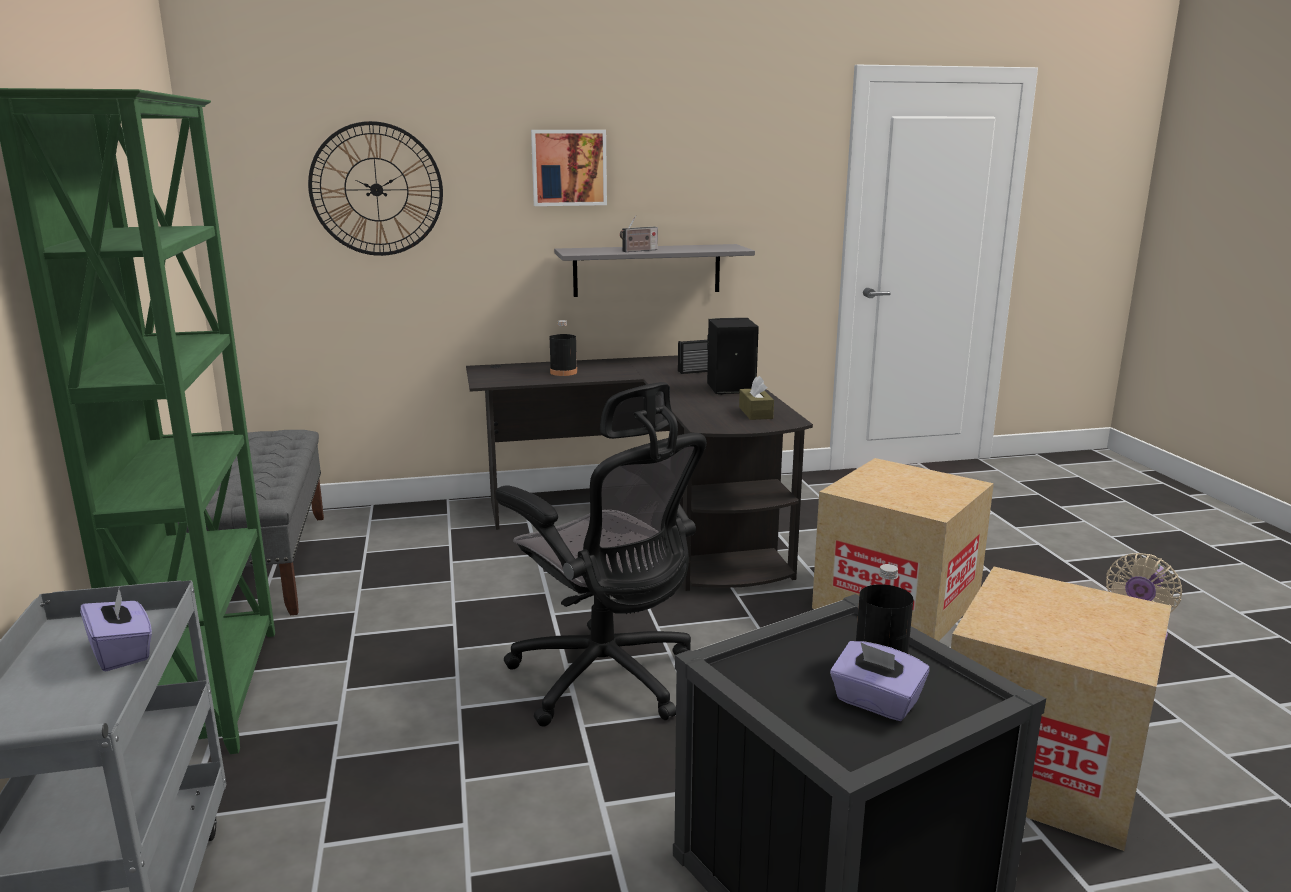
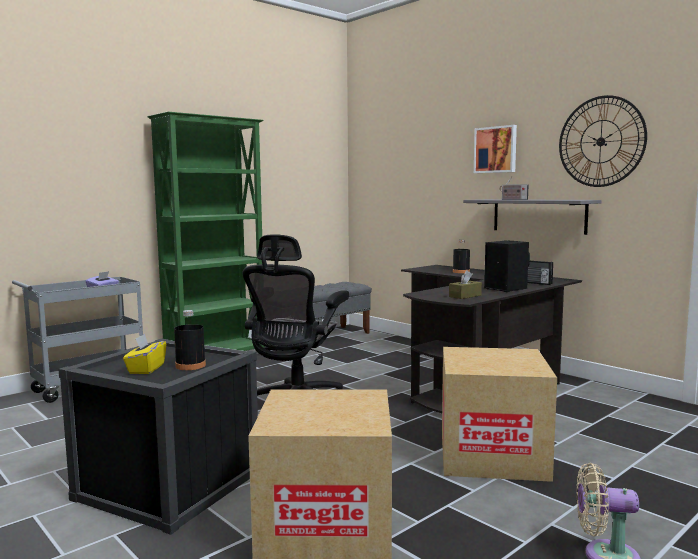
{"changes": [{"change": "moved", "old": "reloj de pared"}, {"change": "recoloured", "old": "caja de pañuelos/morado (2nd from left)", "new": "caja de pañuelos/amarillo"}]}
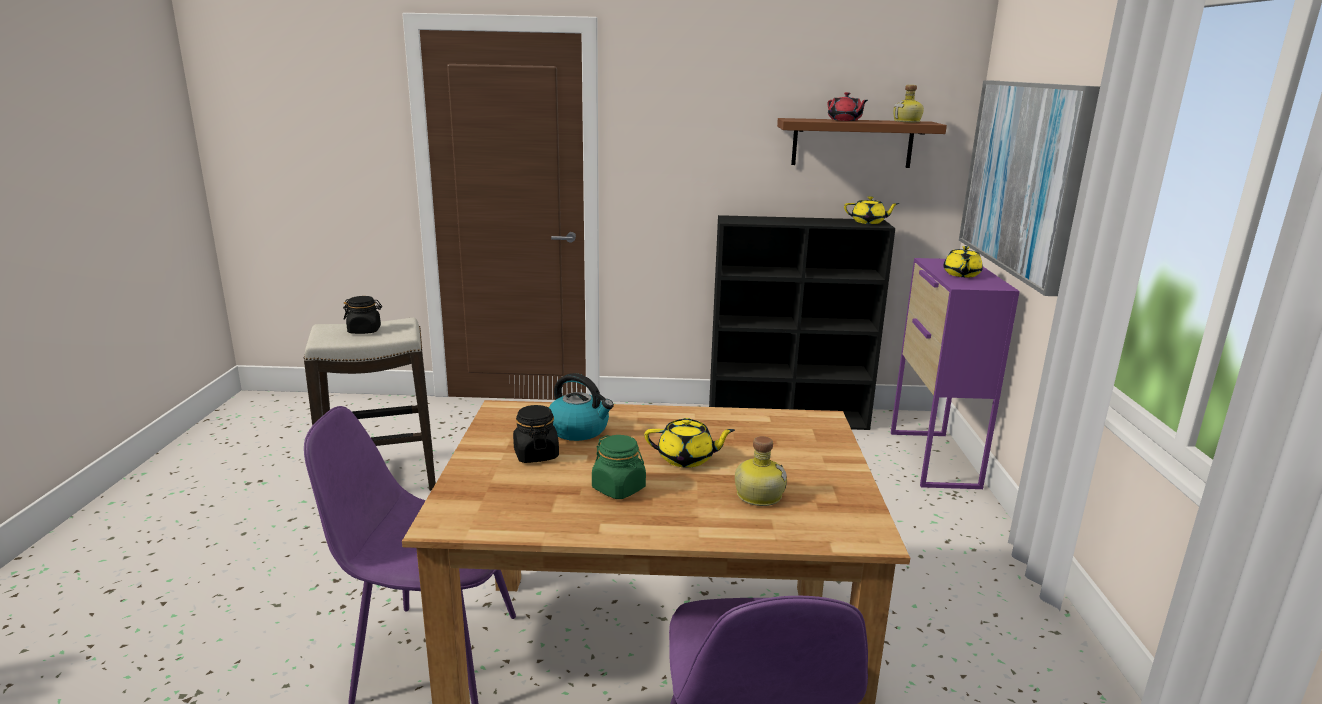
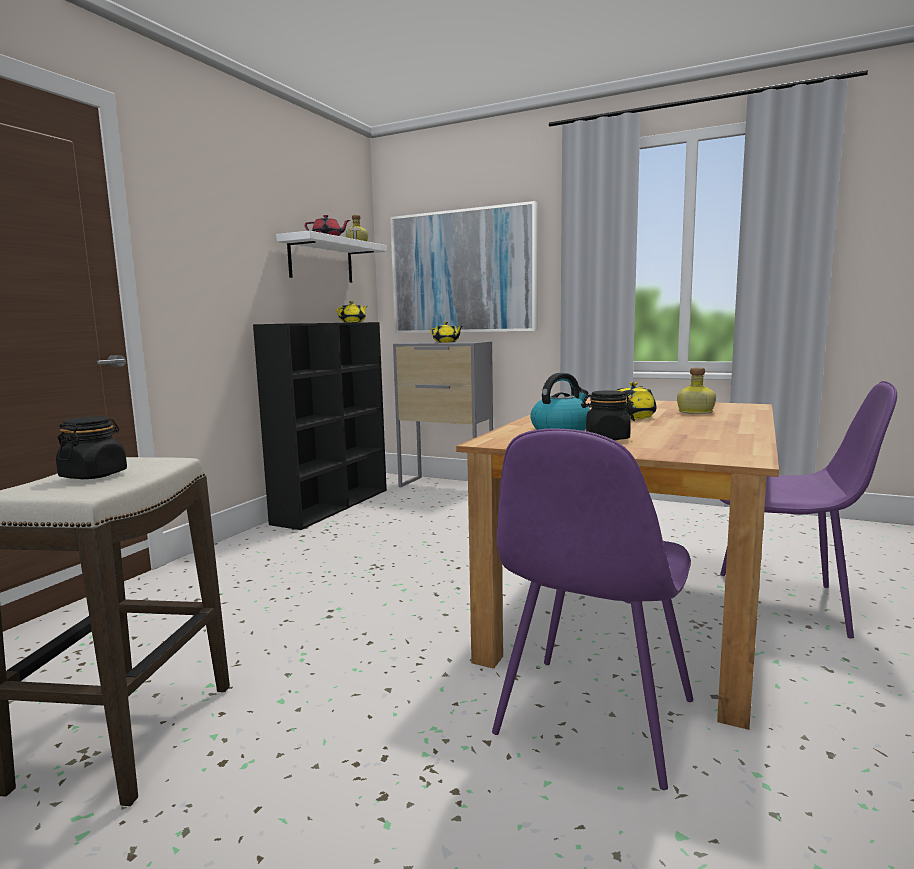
{"changes": [{"change": "removed", "old": "tarro/verde"}, {"change": "recoloured", "old": "estante/marrón", "new": "estante/blanco"}, {"change": "recoloured", "old": "armario/morado", "new": "armario/gris"}]}
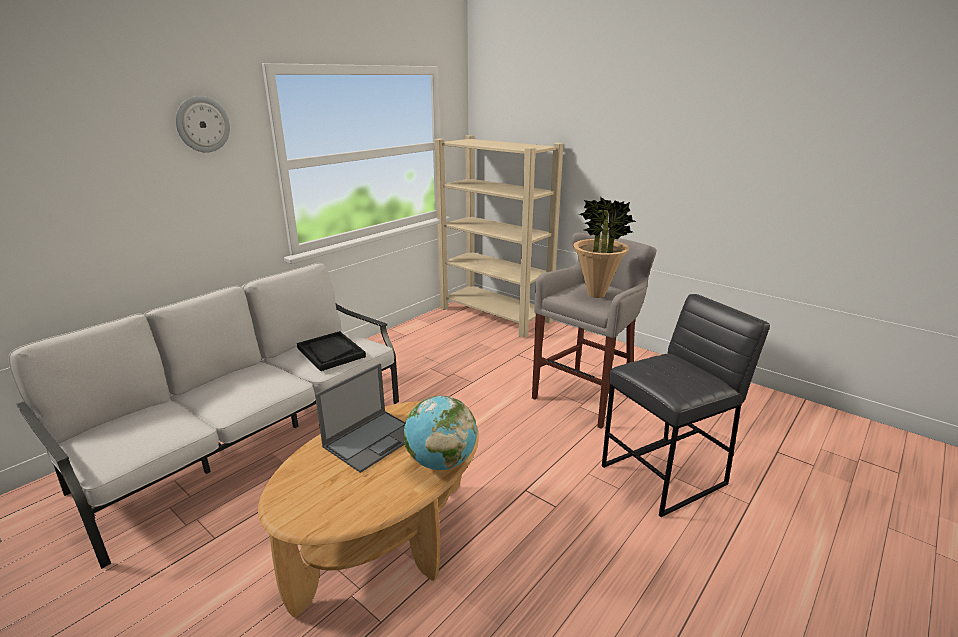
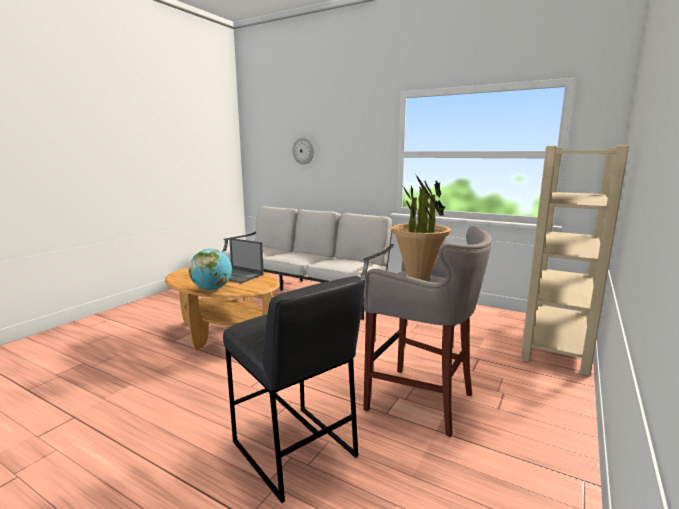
{"changes": [{"change": "removed", "old": "bandeja/negro"}, {"change": "moved", "old": "reloj de pared"}]}
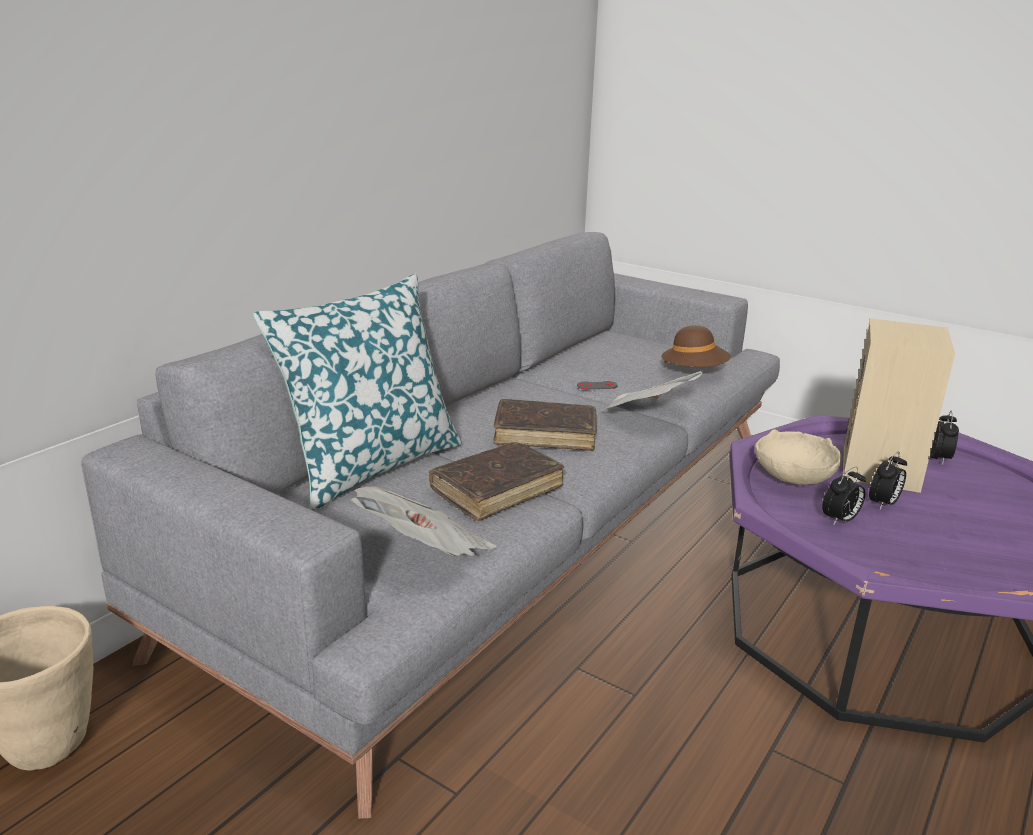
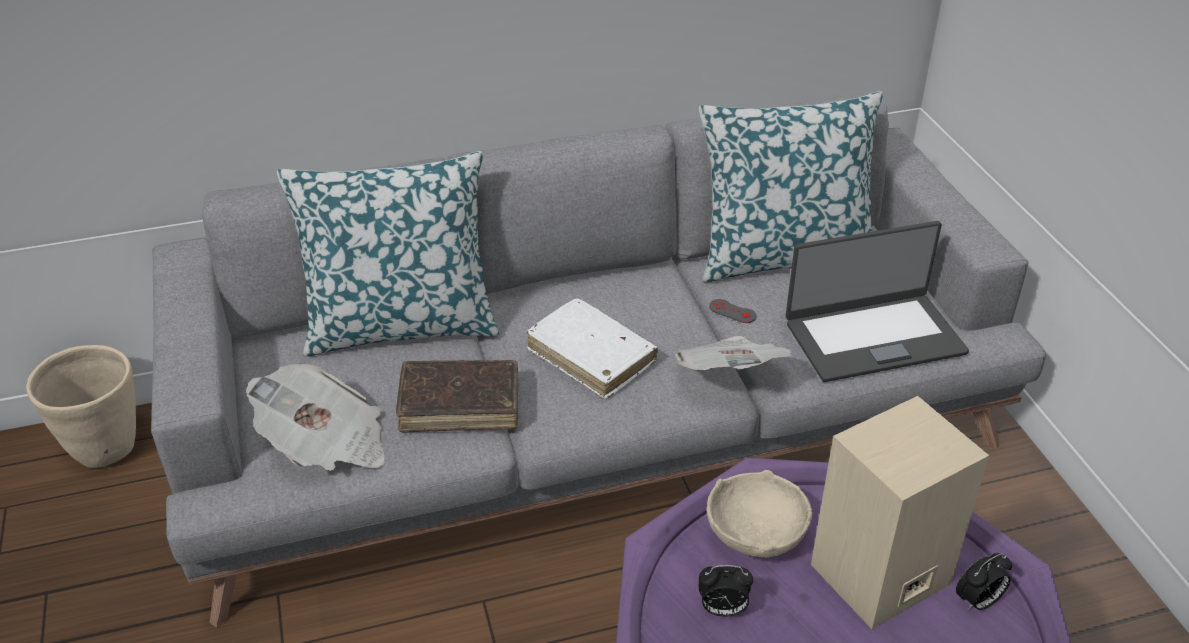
{"changes": [{"change": "removed", "old": "despertador (2nd from left)"}, {"change": "added", "new": "cojín (2nd from left)"}, {"change": "replaced", "old": "sombrero/marrón", "new": "portátil"}, {"change": "recoloured", "old": "libro/marrón (2nd from left)", "new": "libro/blanco"}]}
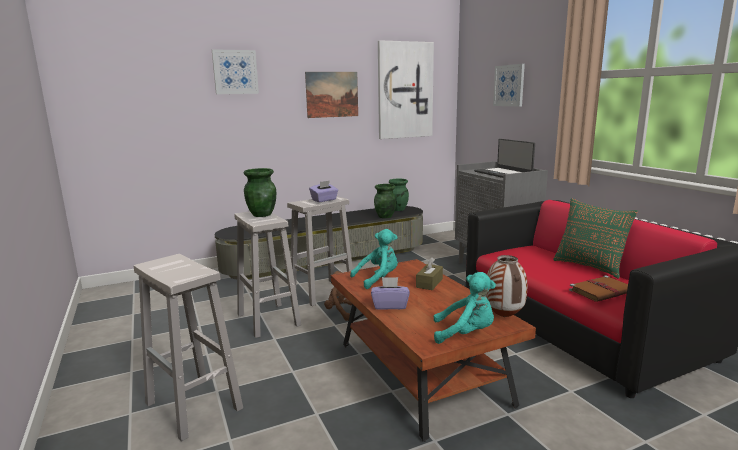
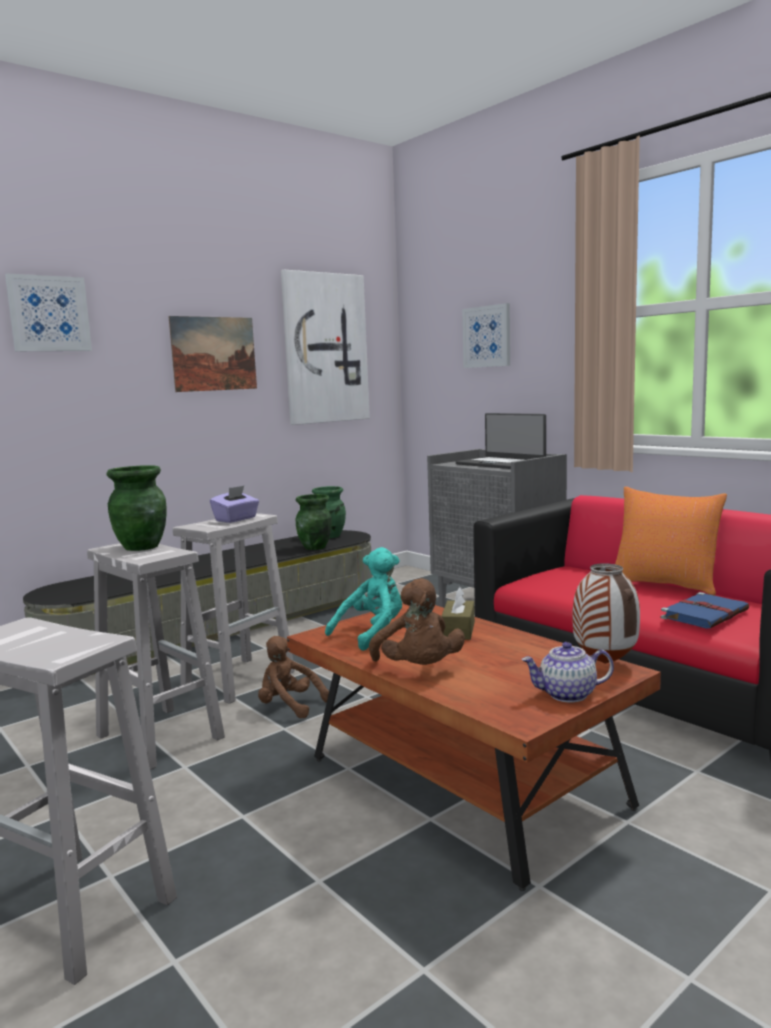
{"changes": [{"change": "replaced", "old": "caja de pañuelos/morado (2nd from left)", "new": "peluche/marrón (2nd from left)"}, {"change": "replaced", "old": "peluche/turquesa (2nd from left)", "new": "tetera"}, {"change": "recoloured", "old": "cojín/verde", "new": "cojín/naranja"}, {"change": "recoloured", "old": "libro/marrón", "new": "libro/azul"}]}
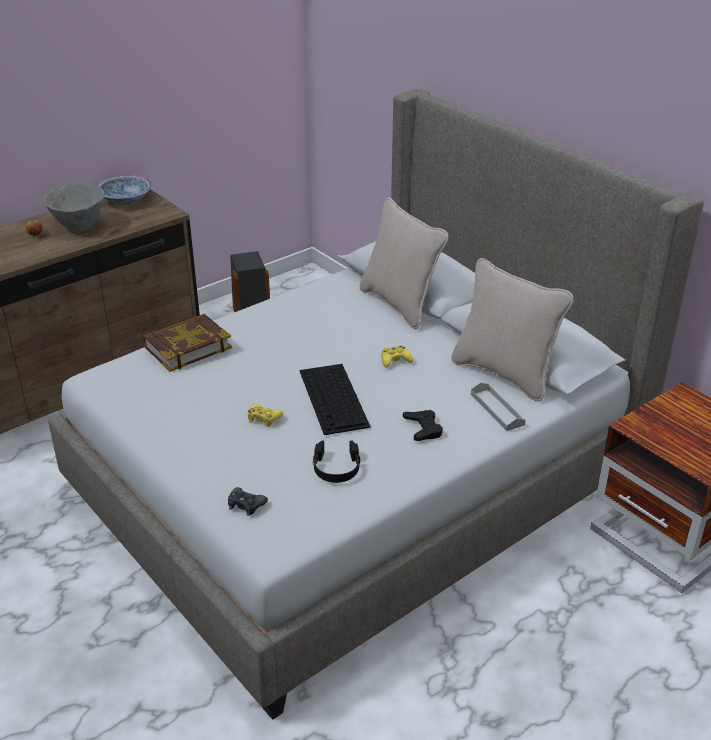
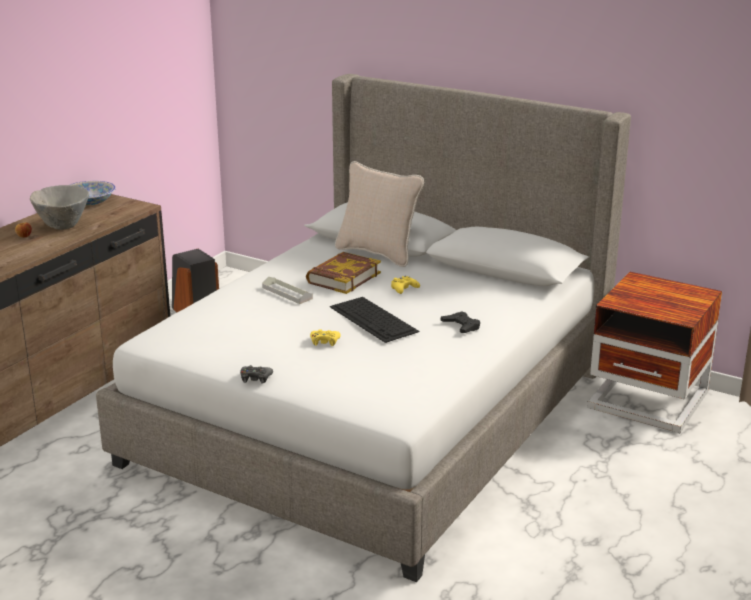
{"changes": [{"change": "removed", "old": "auriculares/negro"}, {"change": "removed", "old": "cojín/beis (2nd from left)"}, {"change": "moved", "old": "libro"}, {"change": "moved", "old": "mando de consola/negro (1st from left)"}, {"change": "moved", "old": "bandeja/gris"}]}
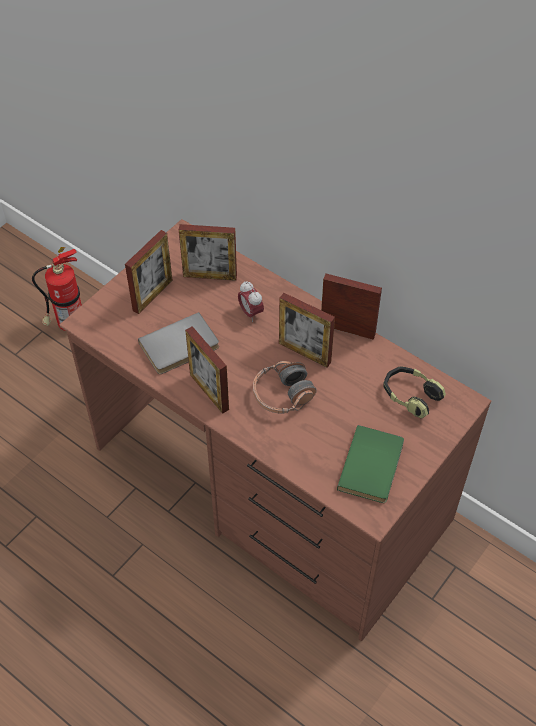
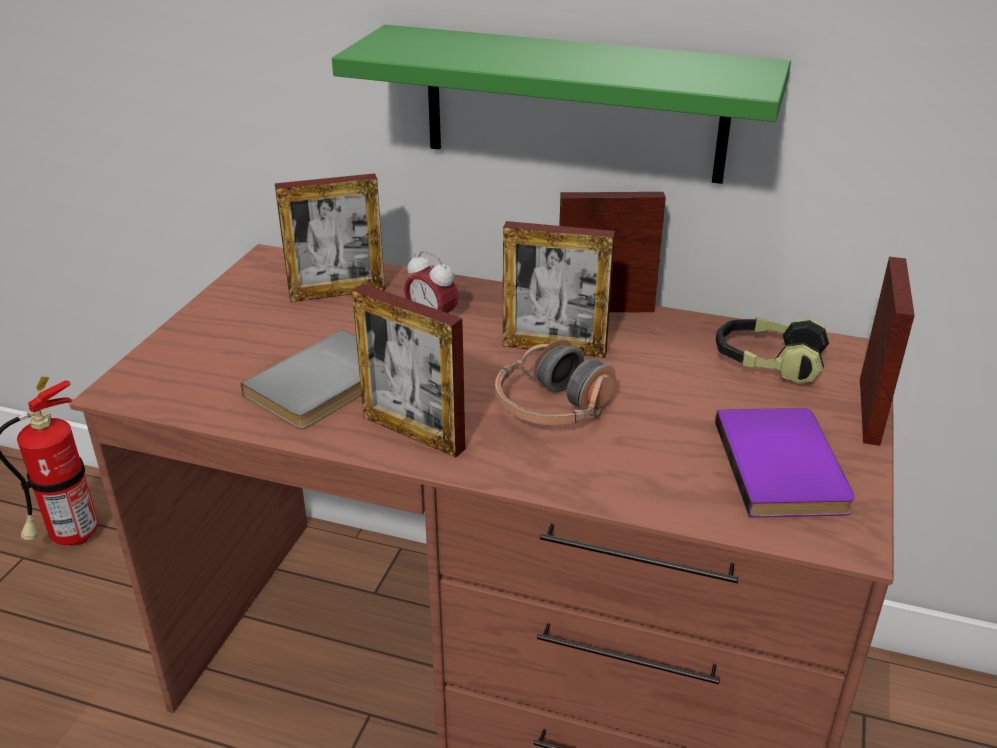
{"changes": [{"change": "added", "new": "estante/verde"}, {"change": "moved", "old": "portarretratos (1st from left in the first image)", "new": "portarretratos (5th from left)"}, {"change": "recoloured", "old": "libro/verde", "new": "libro/morado"}]}
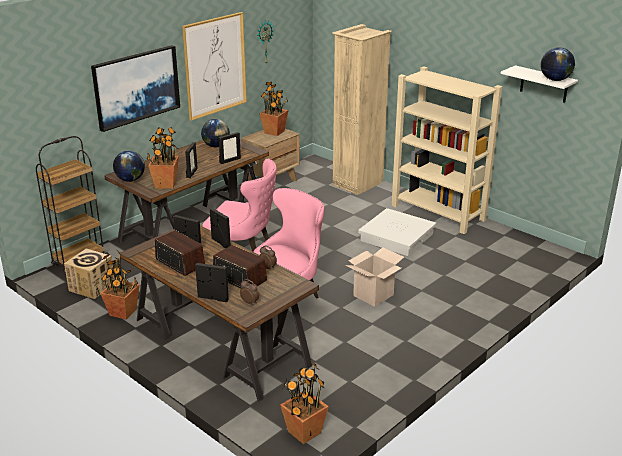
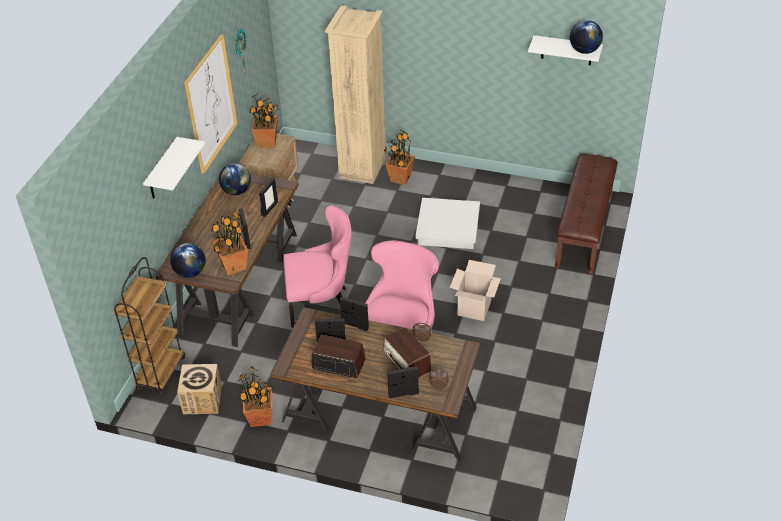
{"changes": [{"change": "removed", "old": "estantería/beis"}, {"change": "added", "new": "banco/marrón"}, {"change": "moved", "old": "planta en maceta (4th from left)"}, {"change": "replaced", "old": "cuadro (1st from left)", "new": "estante/blanco (1st from left)"}, {"change": "turned", "old": "radio (2nd from left)", "degrees": -135}]}
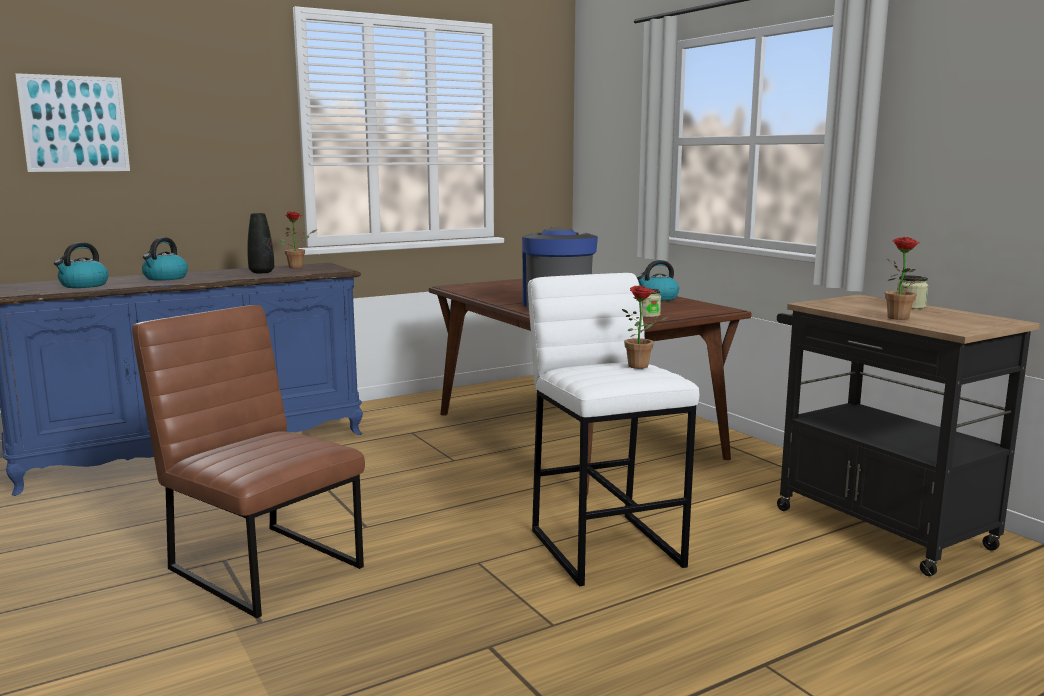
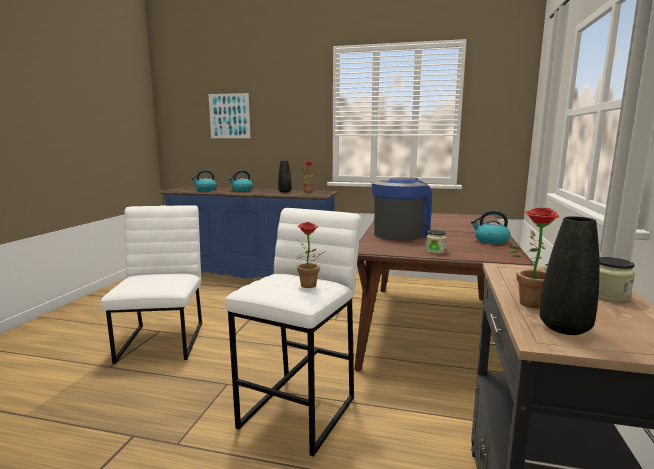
{"changes": [{"change": "added", "new": "florero/negro (2nd from left)"}, {"change": "recoloured", "old": "silla/marrón", "new": "silla/blanco"}]}
